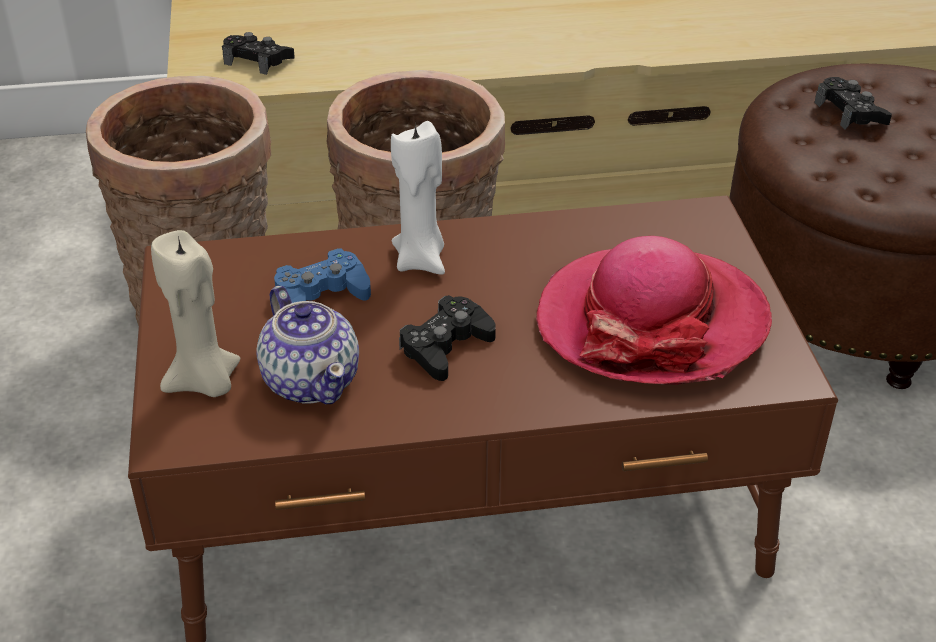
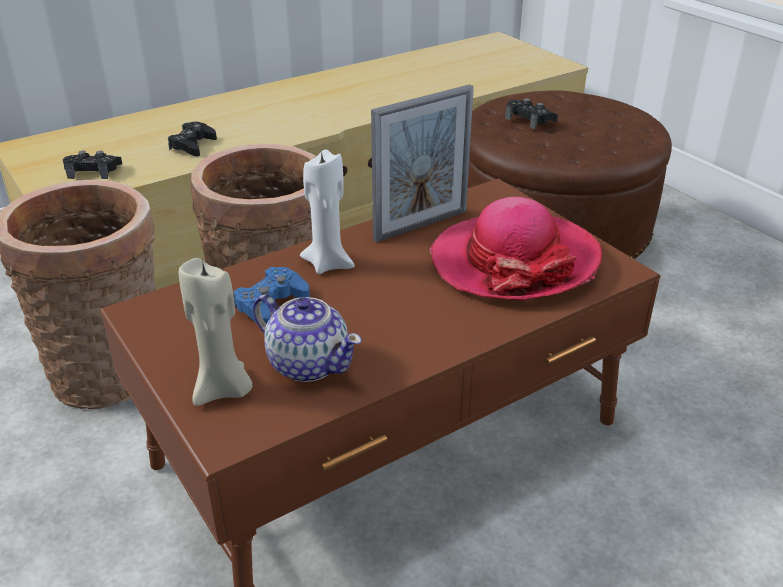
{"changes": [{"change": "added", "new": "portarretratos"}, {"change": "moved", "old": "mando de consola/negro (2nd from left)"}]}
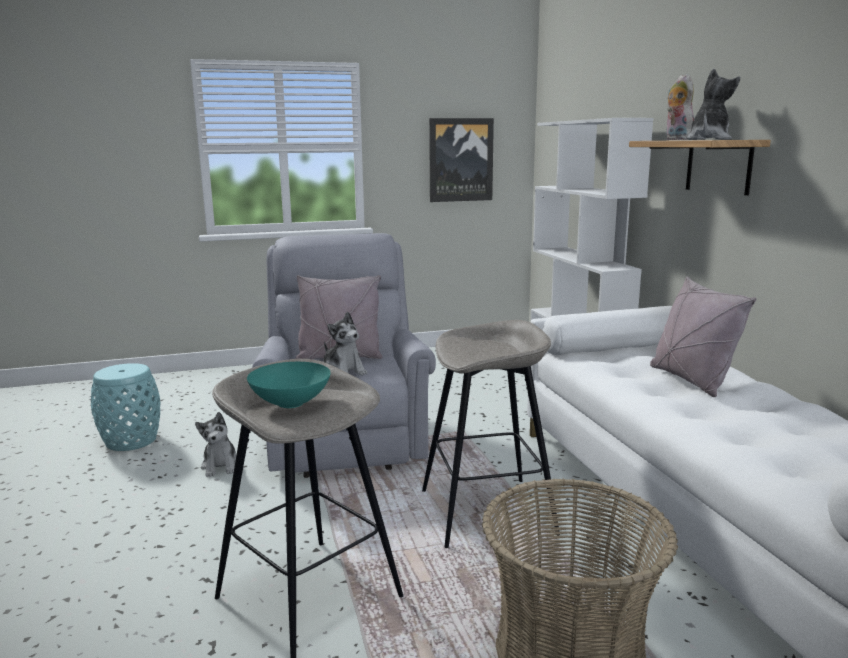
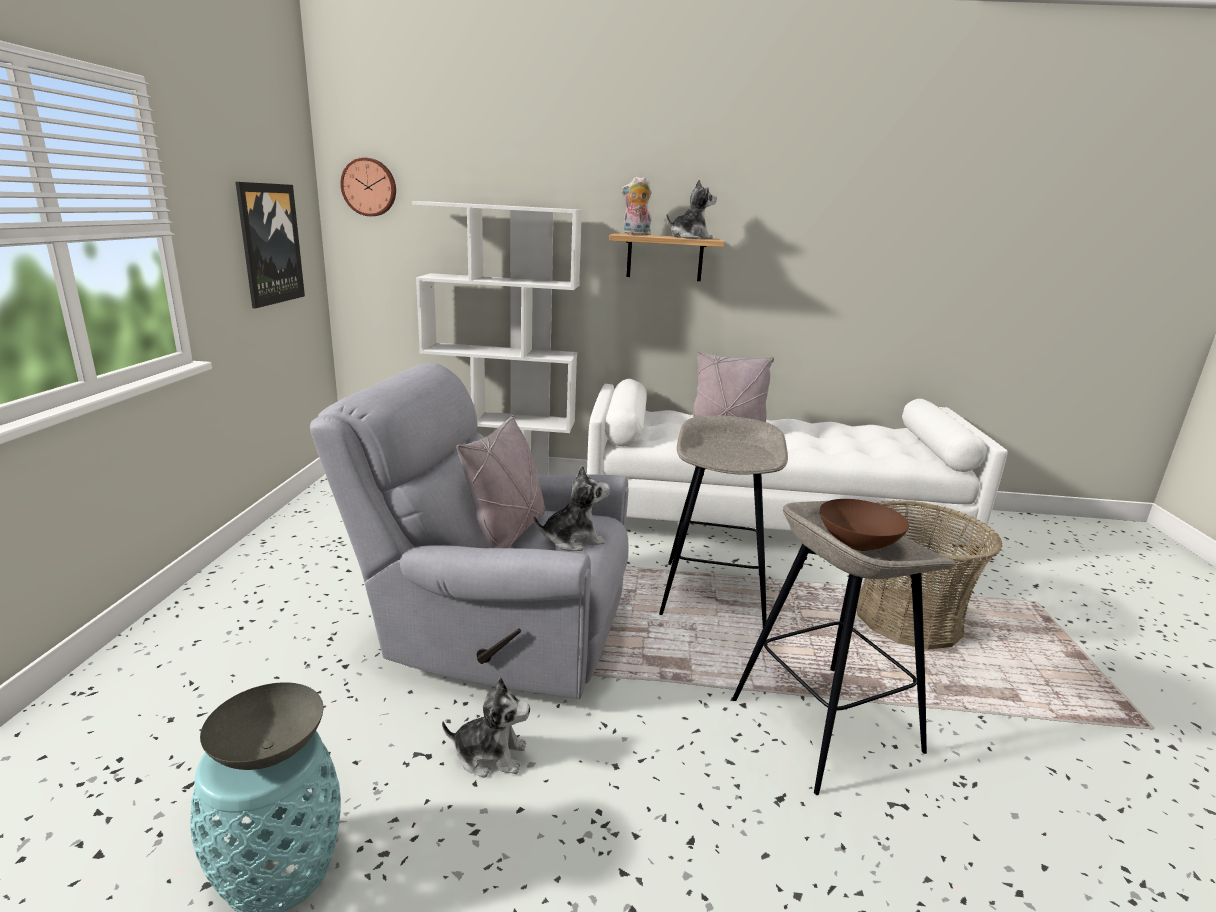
{"changes": [{"change": "added", "new": "cuenco/gris"}, {"change": "added", "new": "reloj de pared"}, {"change": "recoloured", "old": "cuenco/turquesa", "new": "cuenco/marrón"}, {"change": "turned", "old": "peluche (4th from left)", "degrees": 105}]}
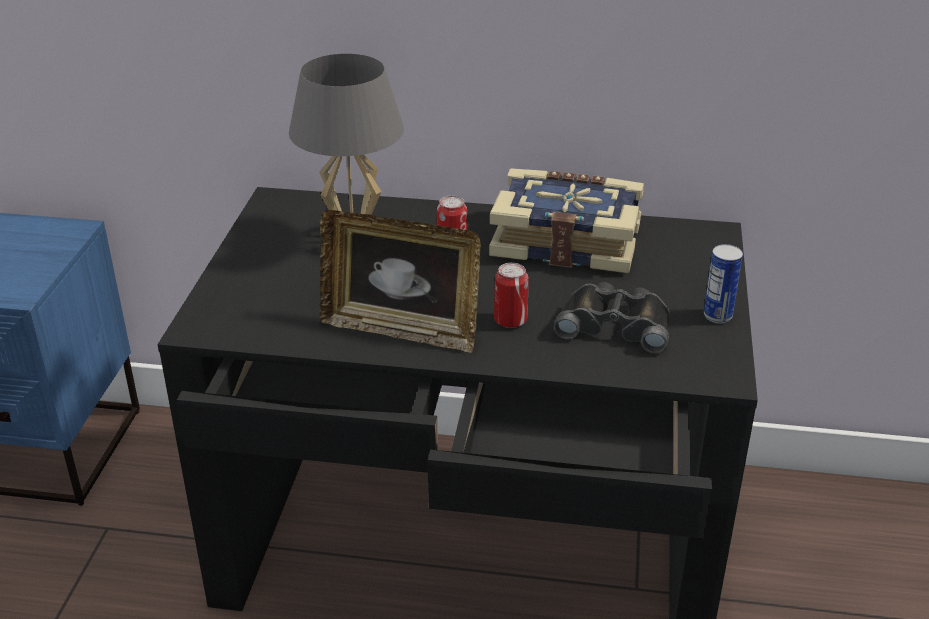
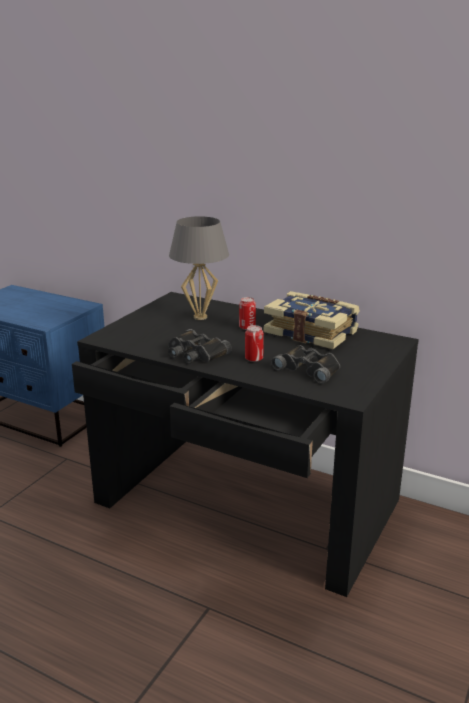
{"changes": [{"change": "removed", "old": "lata (3rd from left)"}, {"change": "replaced", "old": "portarretratos", "new": "prismáticos/negro (1st from left)"}]}
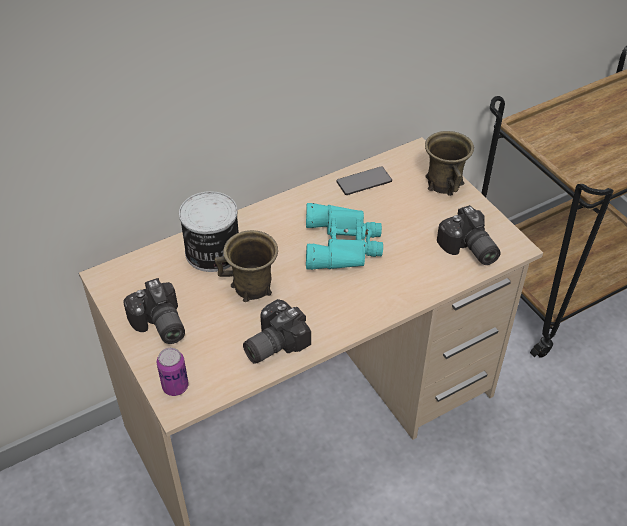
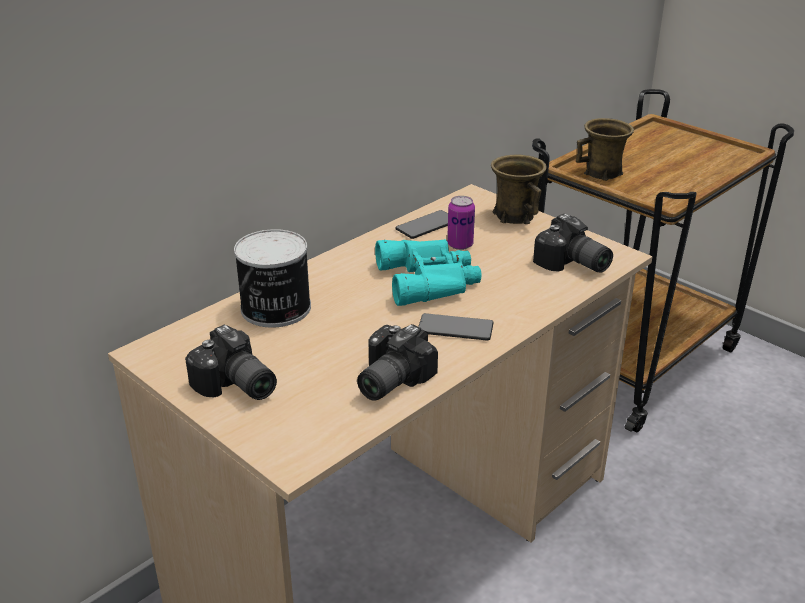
{"changes": [{"change": "added", "new": "móvil (2nd from left)"}, {"change": "moved", "old": "lata (1st from left in the first image)", "new": "lata (2nd from left)"}, {"change": "moved", "old": "taza grande/marrón (1st from left in the first image)", "new": "taza grande/marrón (2nd from left)"}]}
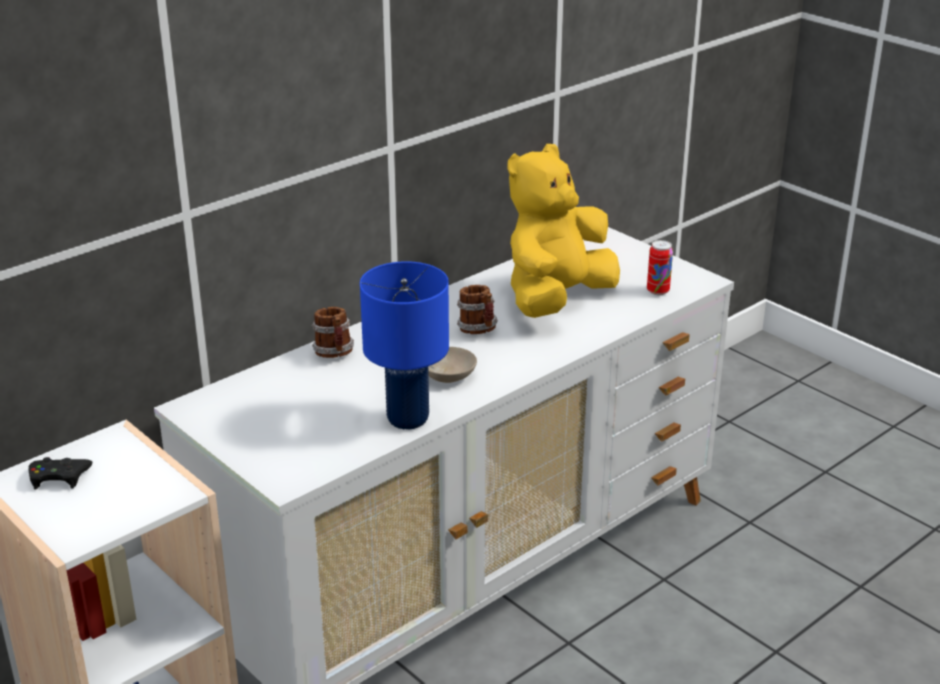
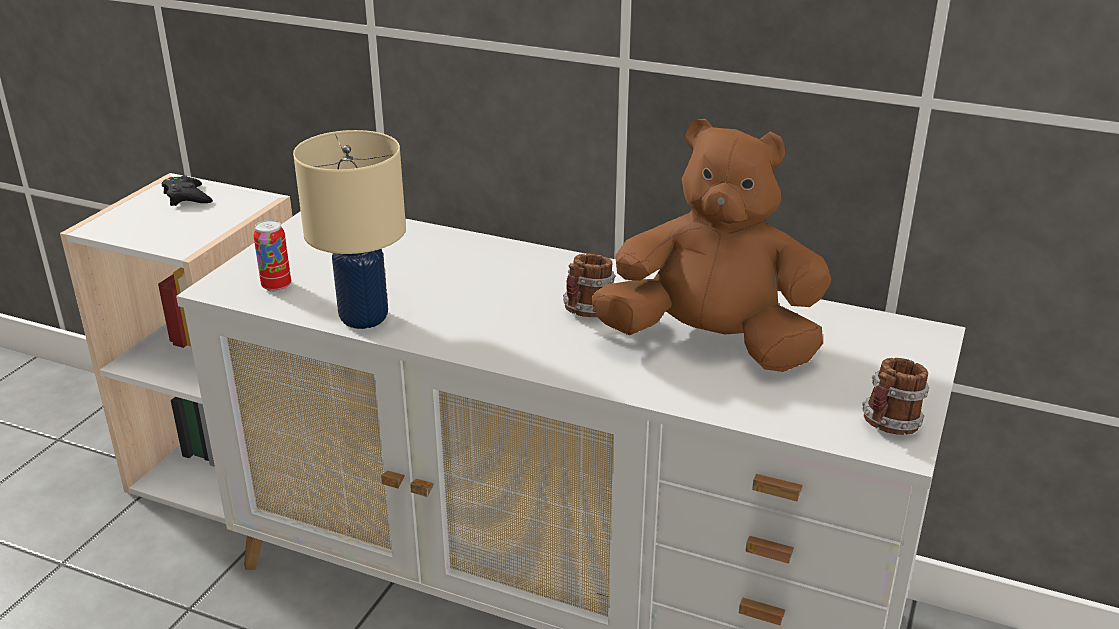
{"changes": [{"change": "removed", "old": "cuenco/beis"}, {"change": "moved", "old": "taza grande (1st from left in the first image)", "new": "taza grande (2nd from left)"}, {"change": "moved", "old": "lata"}, {"change": "recoloured", "old": "lámpara de mesa/azul", "new": "lámpara de mesa/beis"}, {"change": "recoloured", "old": "peluche/amarillo", "new": "peluche/marrón"}]}
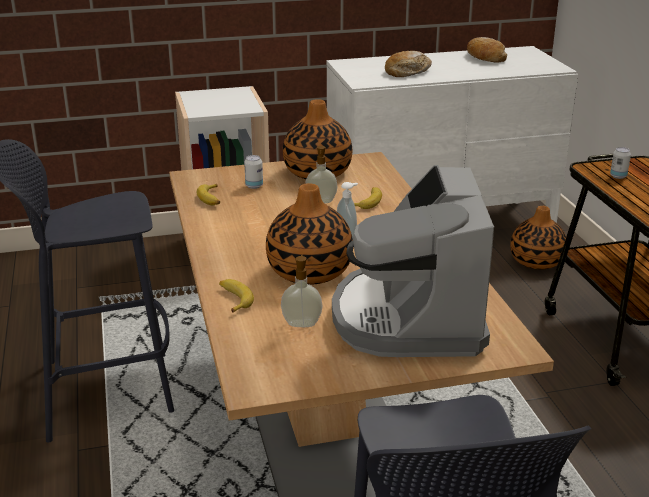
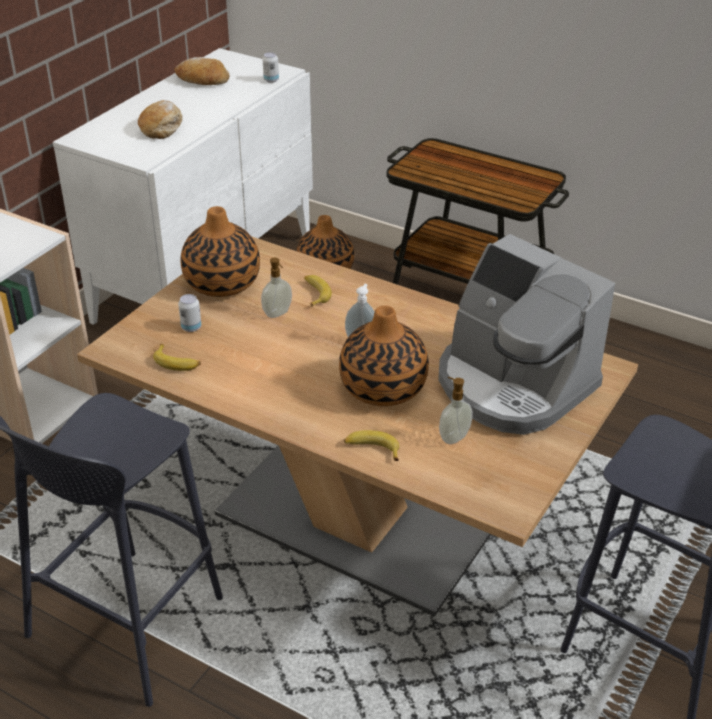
{"changes": [{"change": "moved", "old": "lata (2nd from left)"}]}
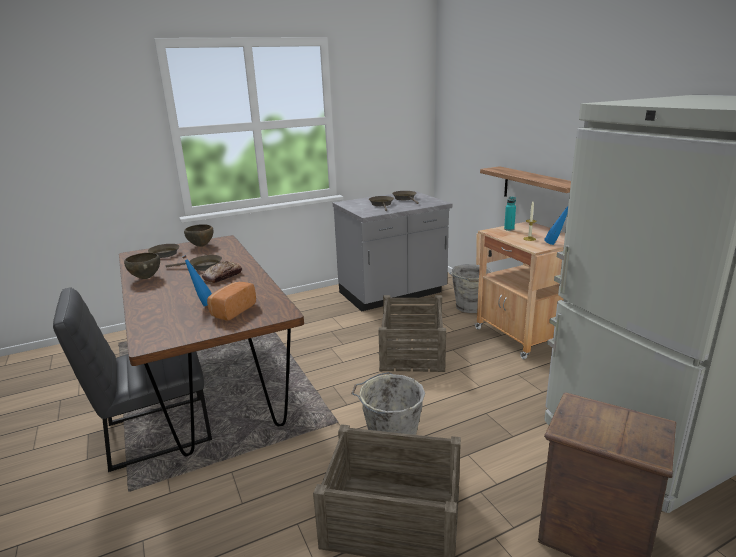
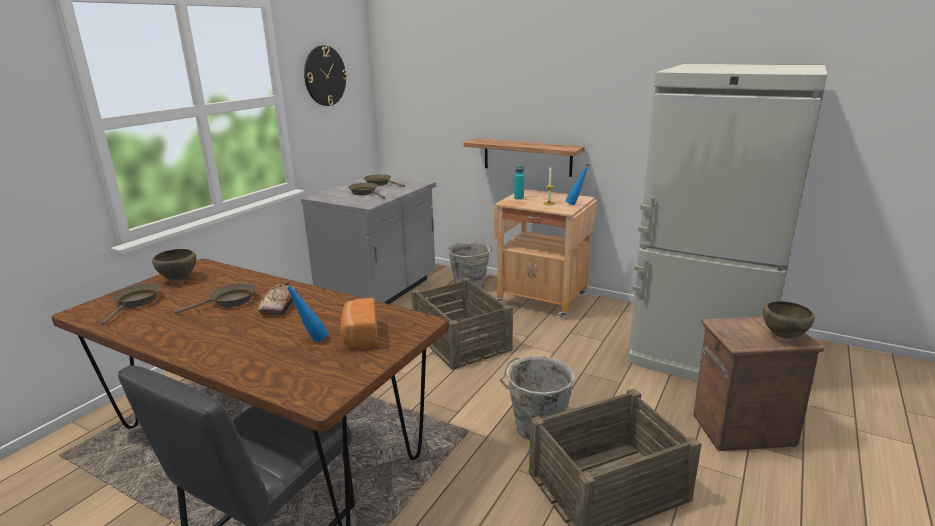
{"changes": [{"change": "added", "new": "reloj de pared"}, {"change": "moved", "old": "cuenco/marrón (1st from left in the first image)", "new": "cuenco/marrón (2nd from left)"}]}
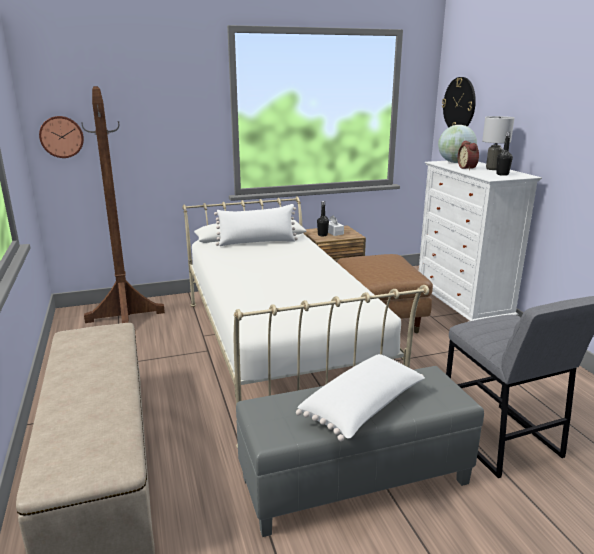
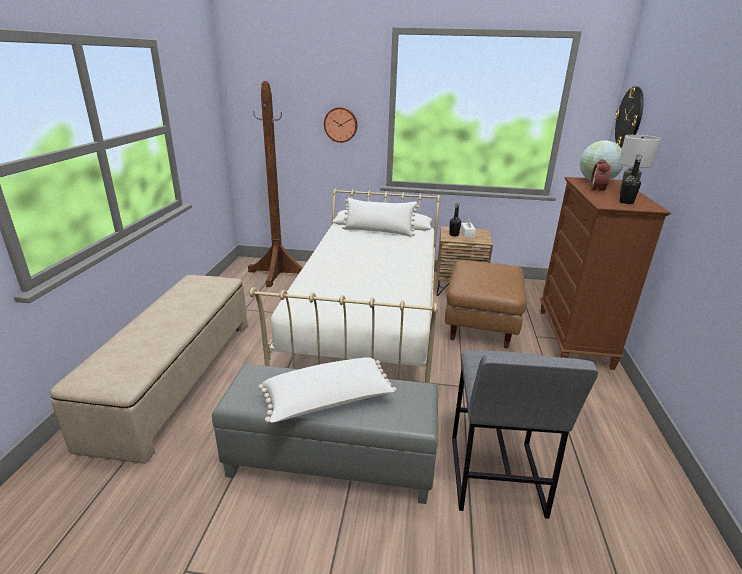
{"changes": [{"change": "moved", "old": "reloj de pared (1st from left)"}, {"change": "recoloured", "old": "cómoda/blanco", "new": "cómoda/marrón"}]}
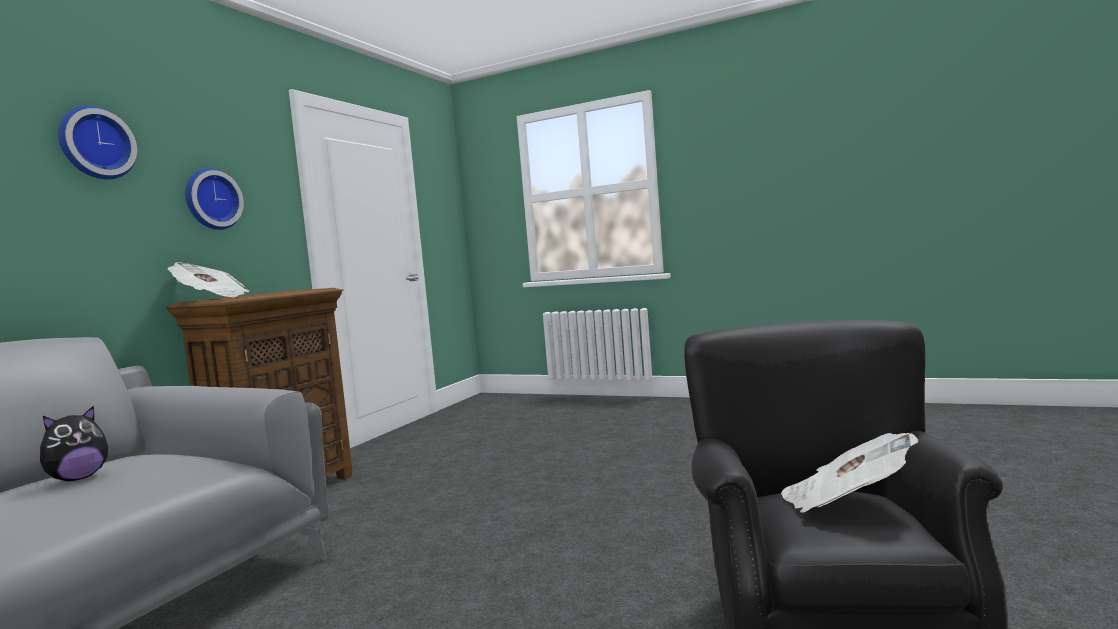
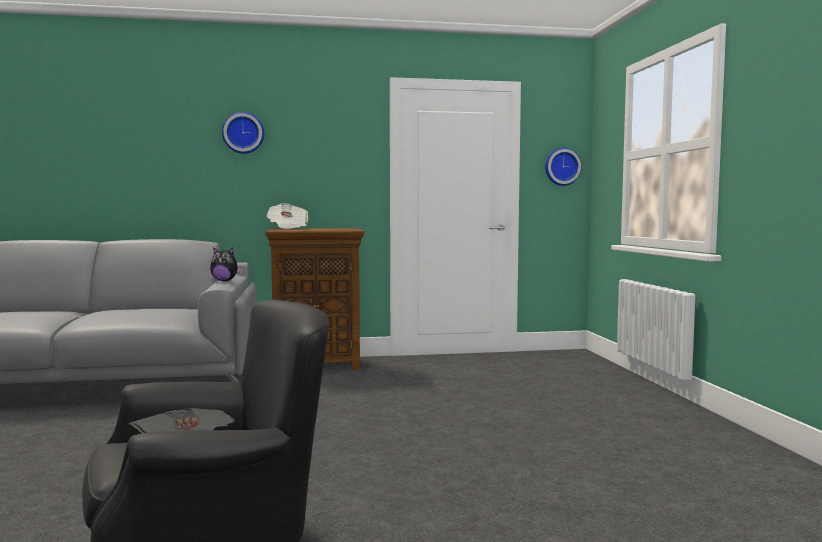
{"changes": [{"change": "moved", "old": "peluche"}, {"change": "moved", "old": "reloj de pared (2nd from left)"}]}
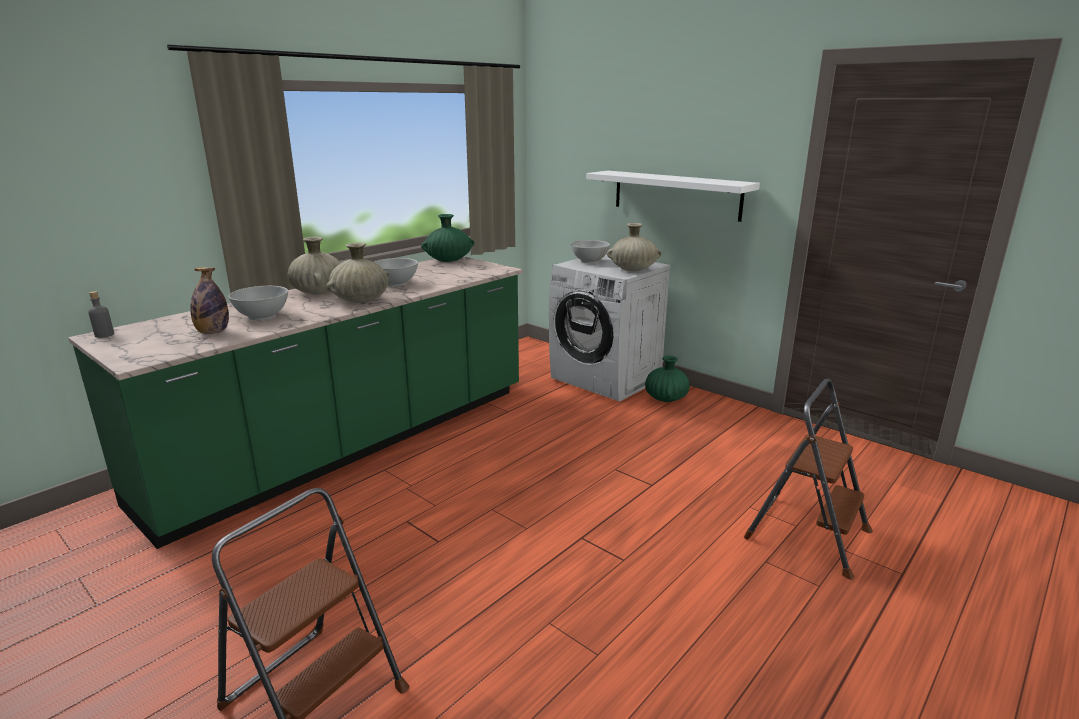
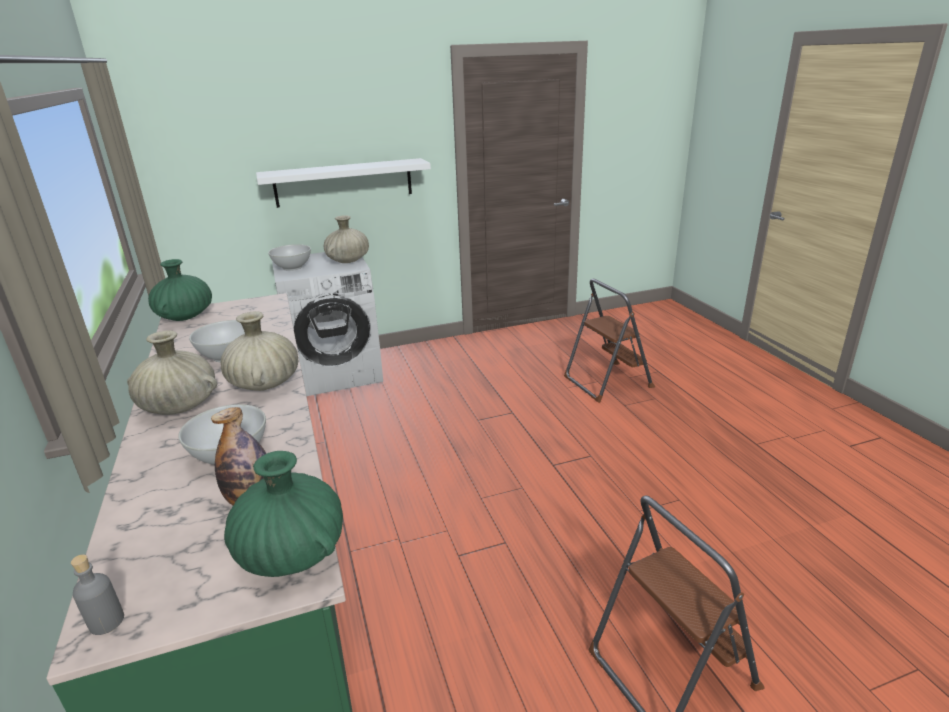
{"changes": [{"change": "moved", "old": "florero/verde (2nd from left)"}]}
